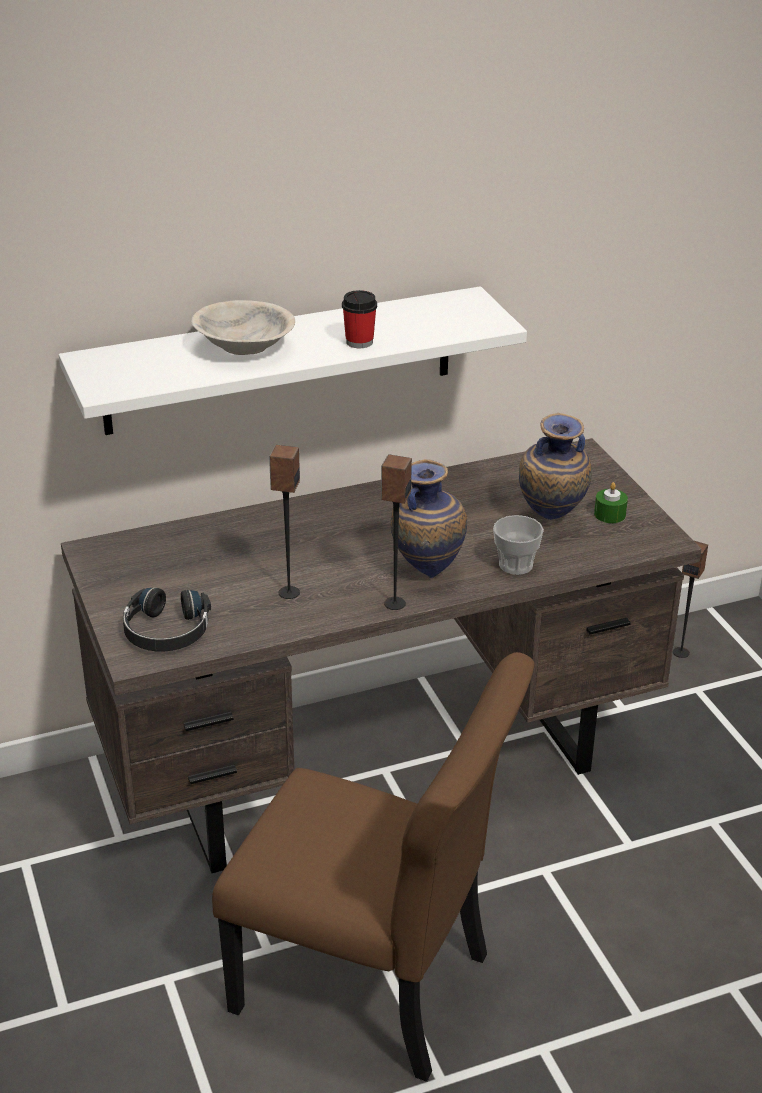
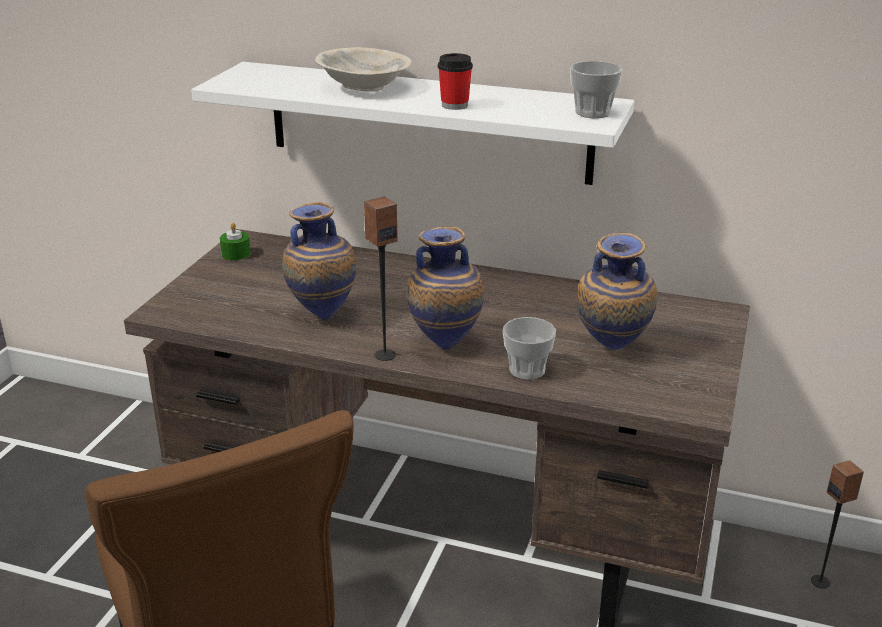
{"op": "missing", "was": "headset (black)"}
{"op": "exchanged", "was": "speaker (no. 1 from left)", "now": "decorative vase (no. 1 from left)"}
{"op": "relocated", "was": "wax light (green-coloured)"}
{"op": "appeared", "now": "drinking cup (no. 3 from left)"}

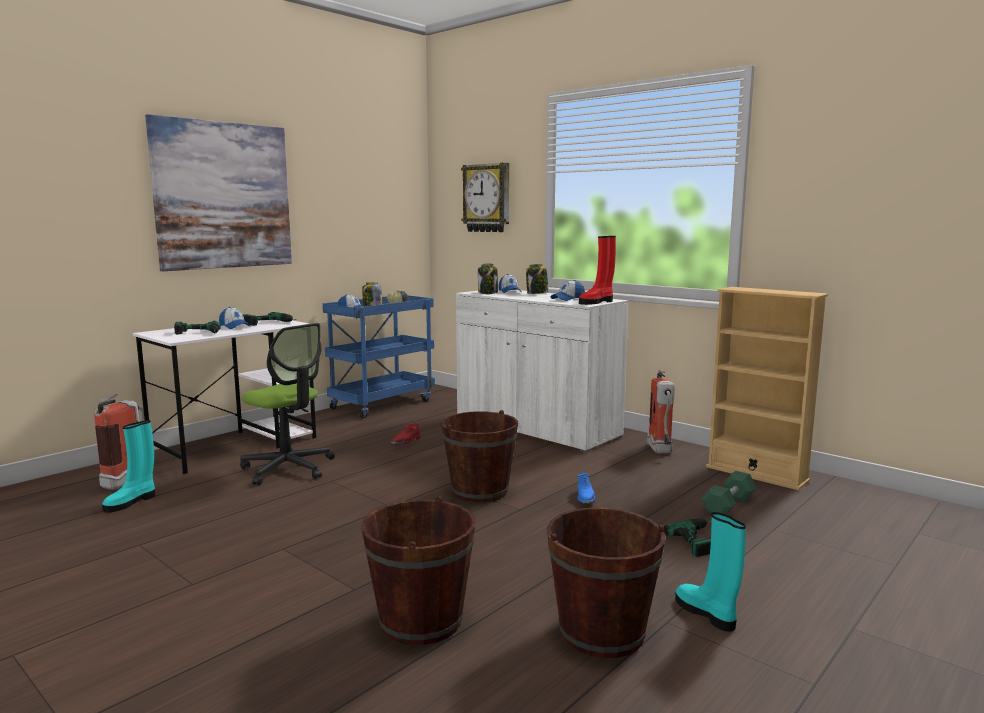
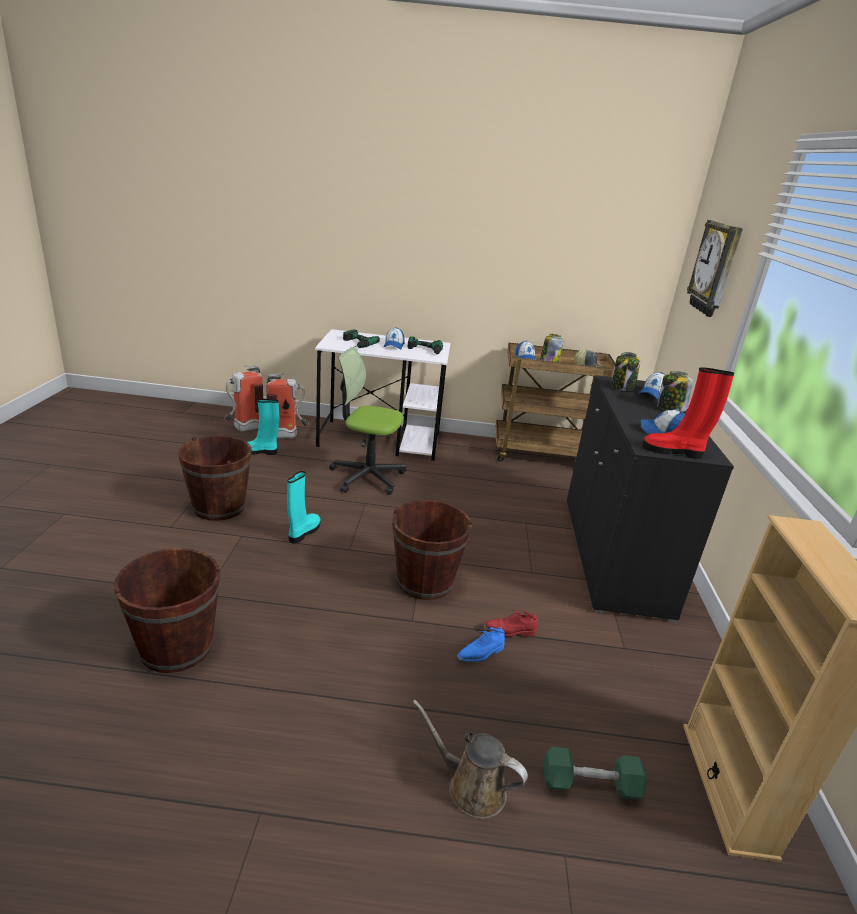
{"op": "missing", "was": "wall art"}
{"op": "spun", "was": "desk chair", "clockwise": 105}
{"op": "colour", "was": "cart (bluish)", "now": "cart (brown)"}
{"op": "relocated", "was": "low shoe (reddish)"}
{"op": "colour", "was": "cupboard (white)", "now": "cupboard (black)"}
{"op": "relocated", "was": "pail (brown) (no. 3 from left in the first image)", "now": "pail (brown) (no. 2 from left)"}
{"op": "relocated", "was": "fire extinguisher (no. 2 from left in the first image)", "now": "fire extinguisher (no. 1 from left)"}
{"op": "exchanged", "was": "electric drill (no. 3 from left)", "now": "watering can (brown)"}
{"op": "relocated", "was": "boot (blue-green) (no. 2 from left)"}

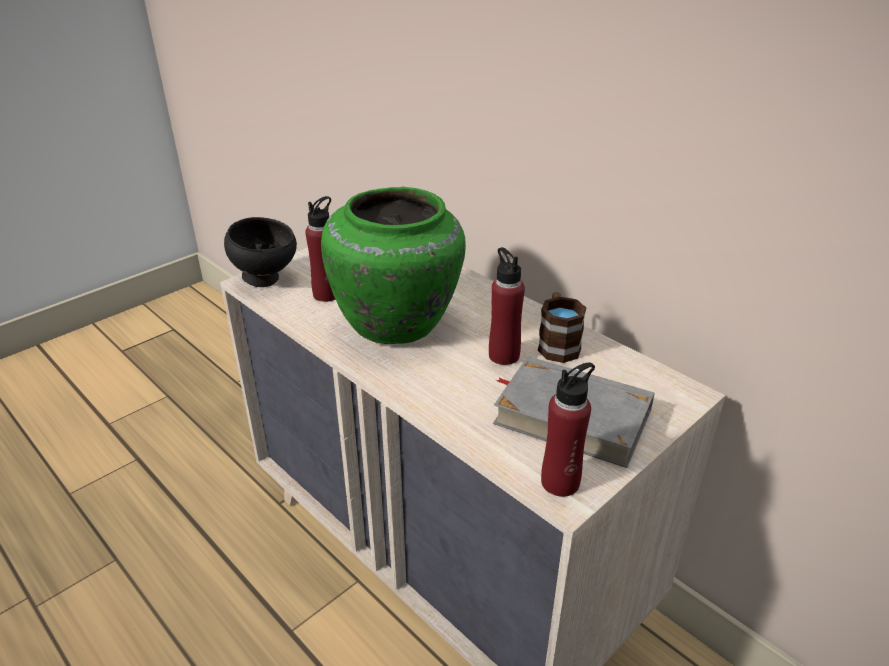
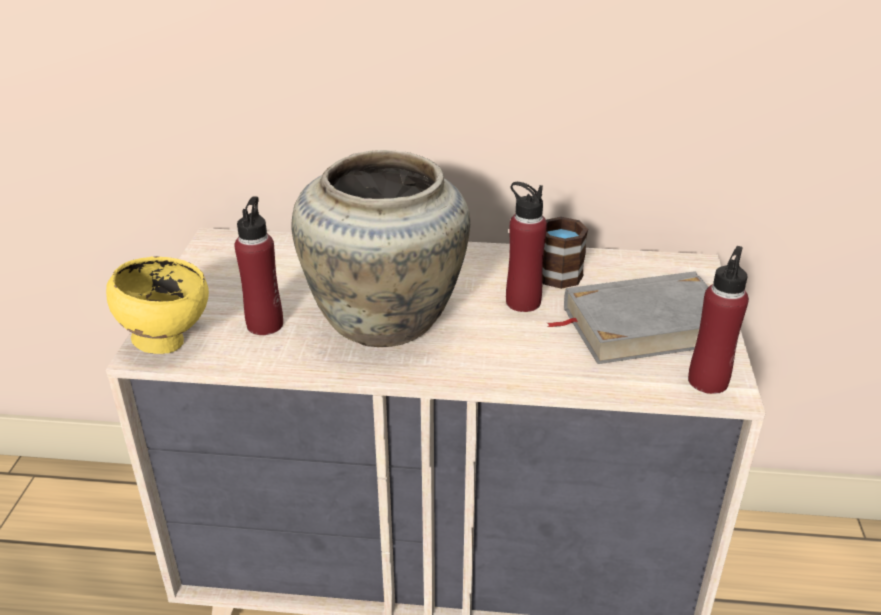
{"op": "colour", "was": "bowl (black)", "now": "bowl (yellowish)"}
{"op": "colour", "was": "decorative vase (green-coloured)", "now": "decorative vase (beige)"}

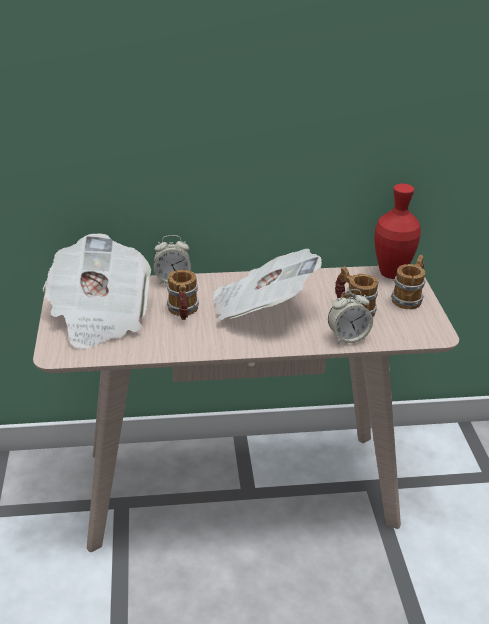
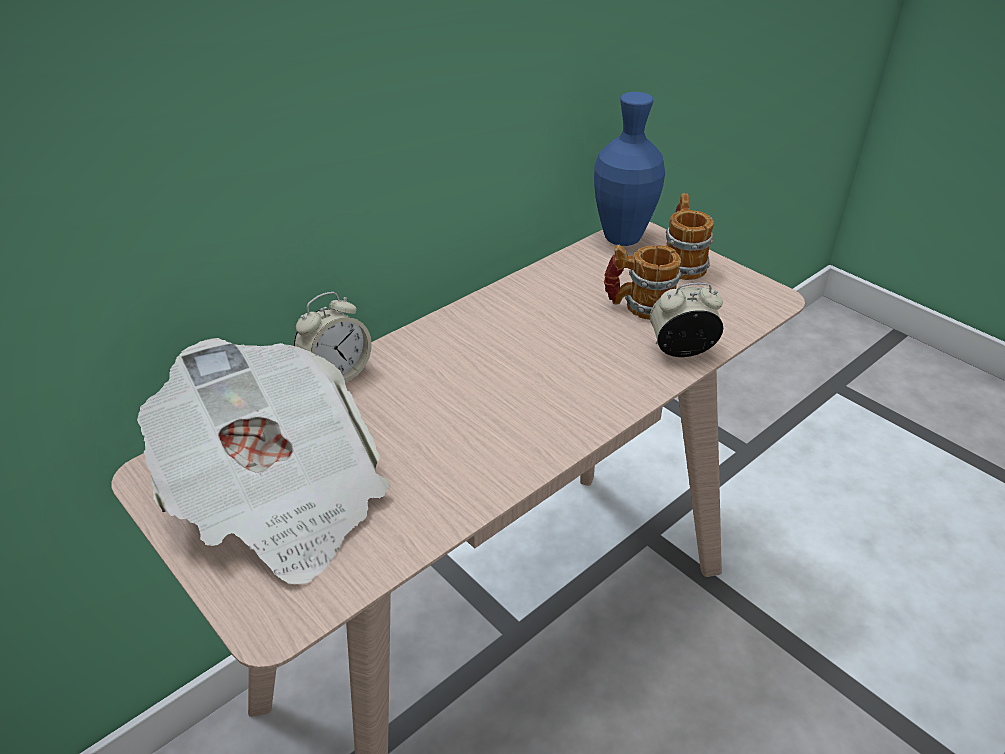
{"op": "missing", "was": "coffee mug (no. 1 from left)"}
{"op": "missing", "was": "printed paper (no. 2 from left)"}
{"op": "spun", "was": "table clock (no. 2 from left)", "clockwise": -135}
{"op": "colour", "was": "decorative vase (reddish)", "now": "decorative vase (bluish)"}

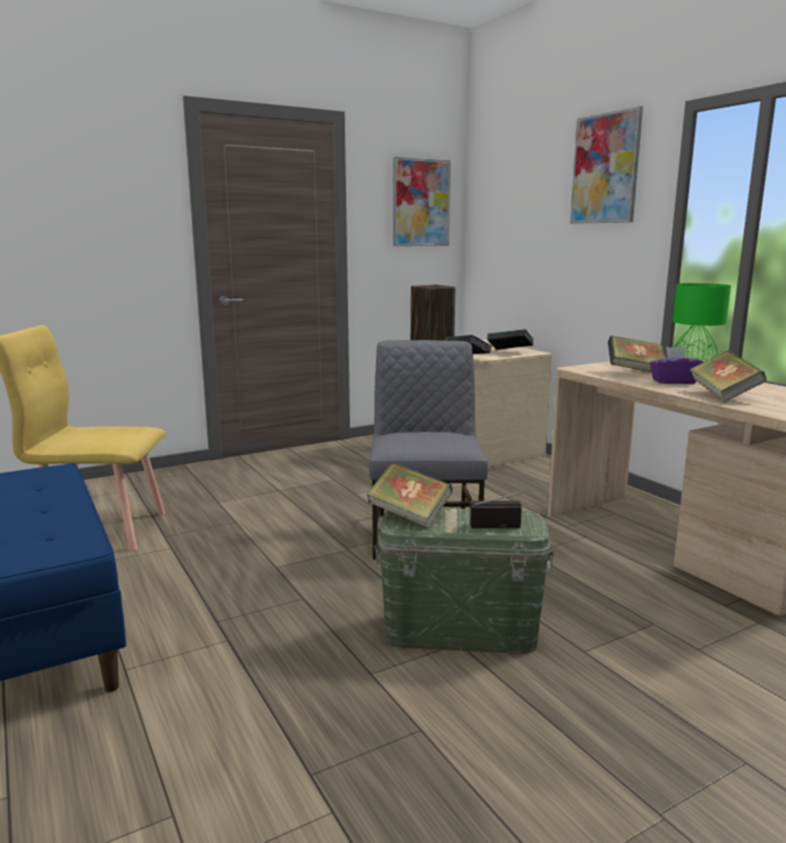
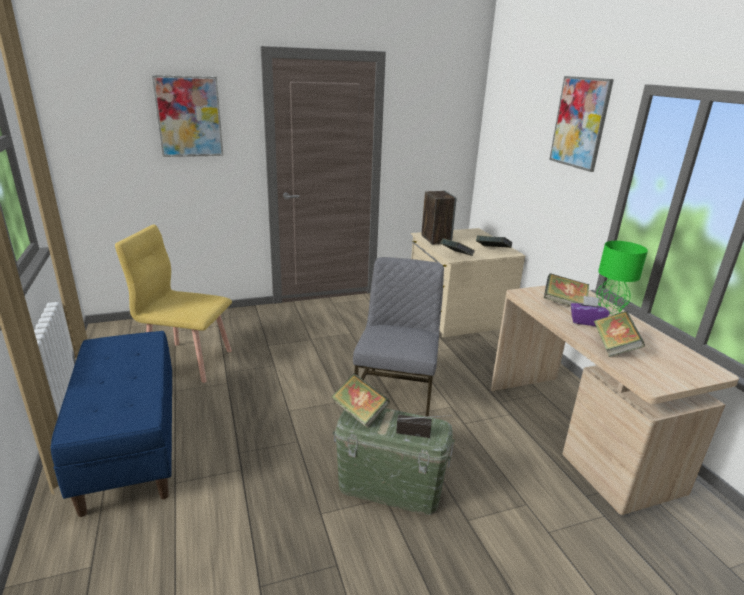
{"op": "relocated", "was": "wall art (no. 1 from left)"}

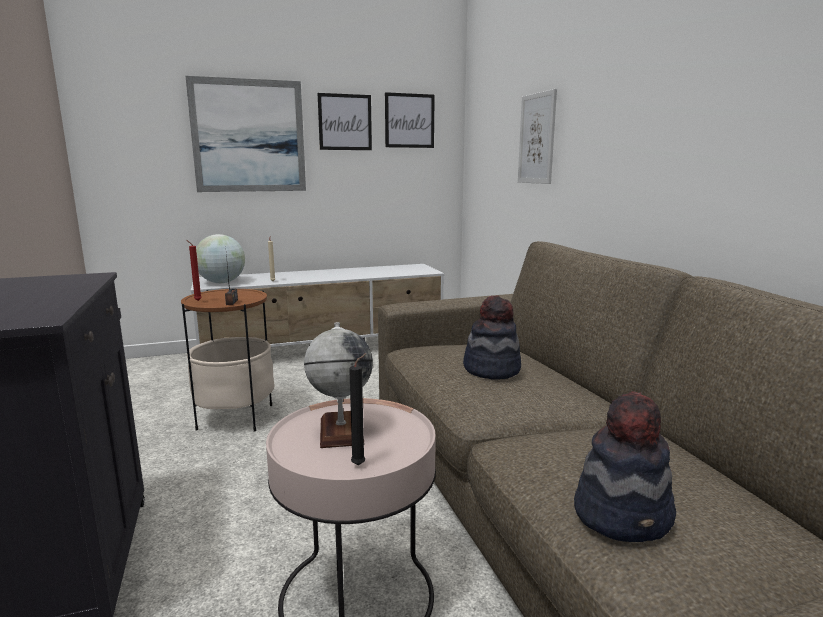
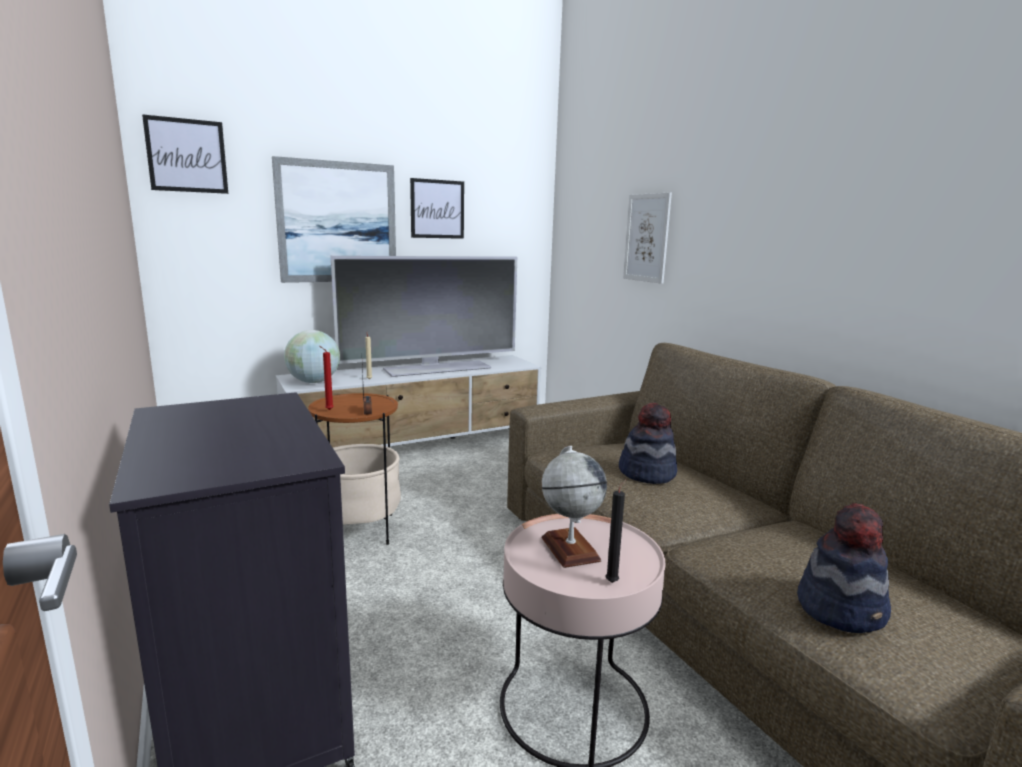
{"op": "relocated", "was": "wall art (no. 3 from left in the first image)", "now": "wall art (no. 1 from left)"}
{"op": "appeared", "now": "TV"}

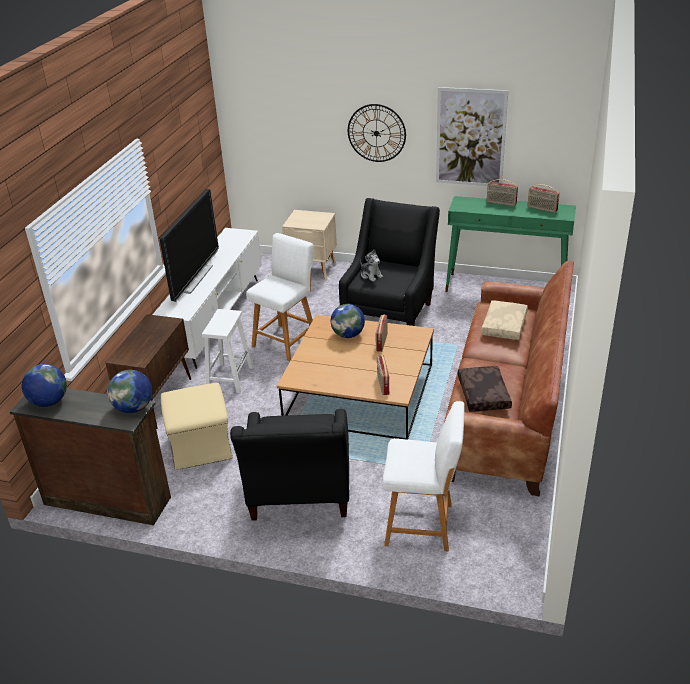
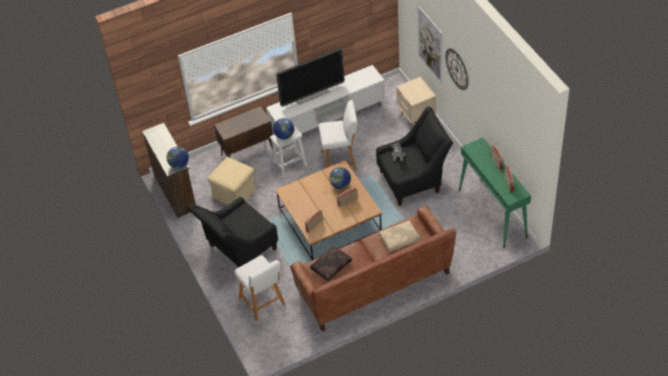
{"op": "relocated", "was": "globe (no. 1 from left in the first image)", "now": "globe (no. 2 from left)"}
{"op": "relocated", "was": "wall art"}

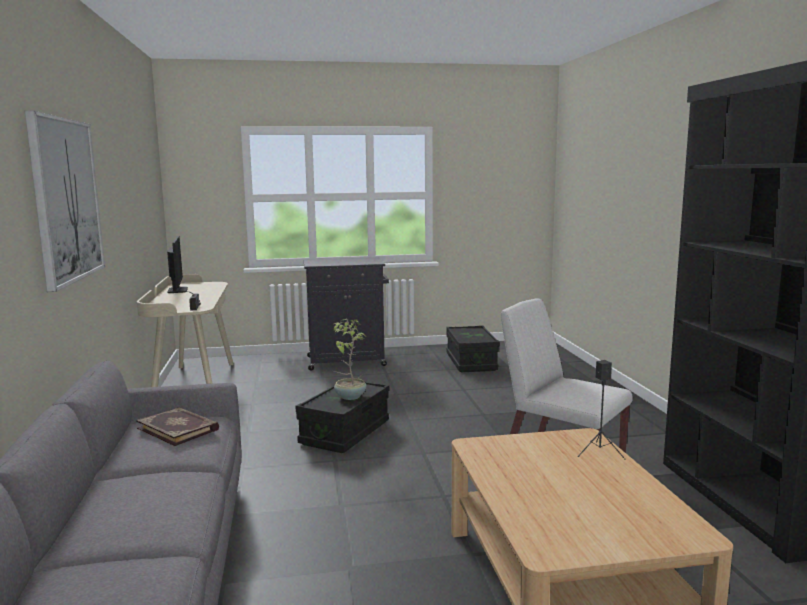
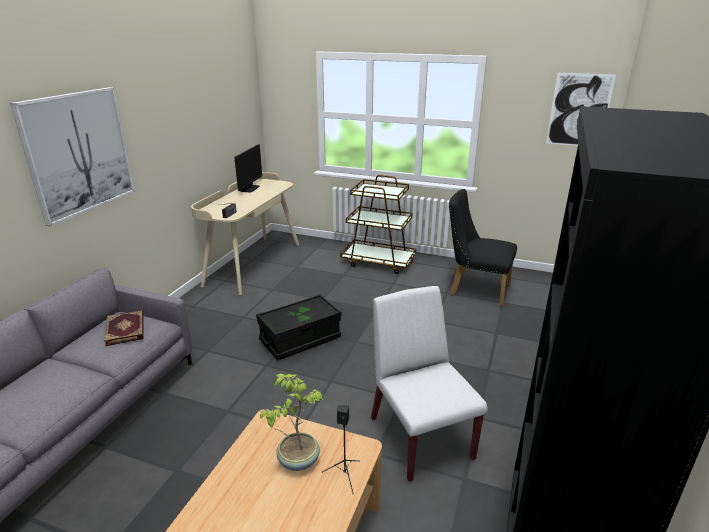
{"op": "exchanged", "was": "cupboard (black)", "now": "cart (brown)"}
{"op": "relocated", "was": "potted plant"}
{"op": "exchanged", "was": "storage box (black) (no. 2 from left)", "now": "upright chair (black)"}
{"op": "appeared", "now": "wall art (no. 2 from left)"}

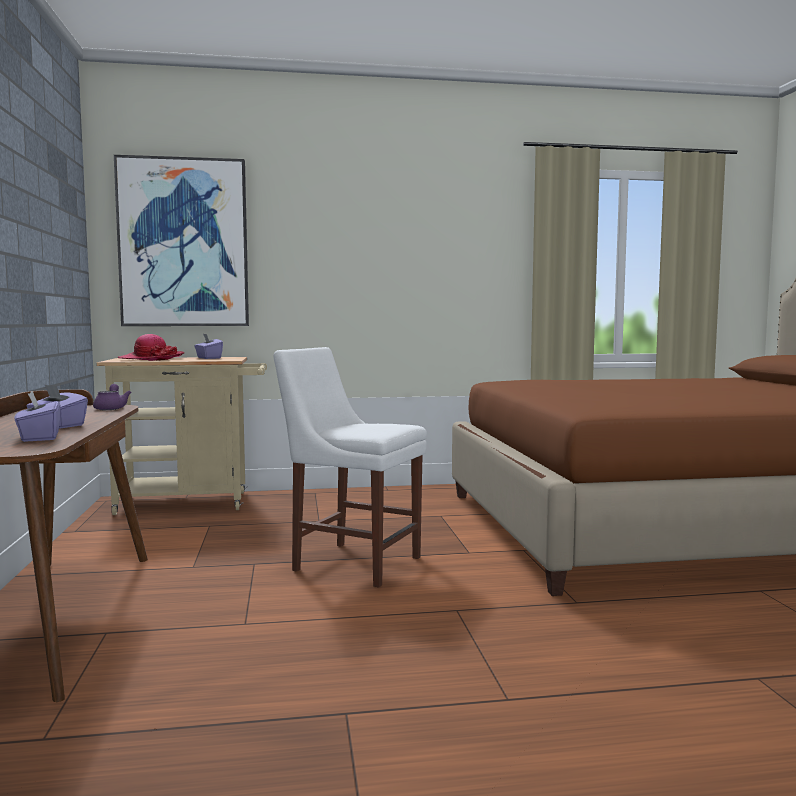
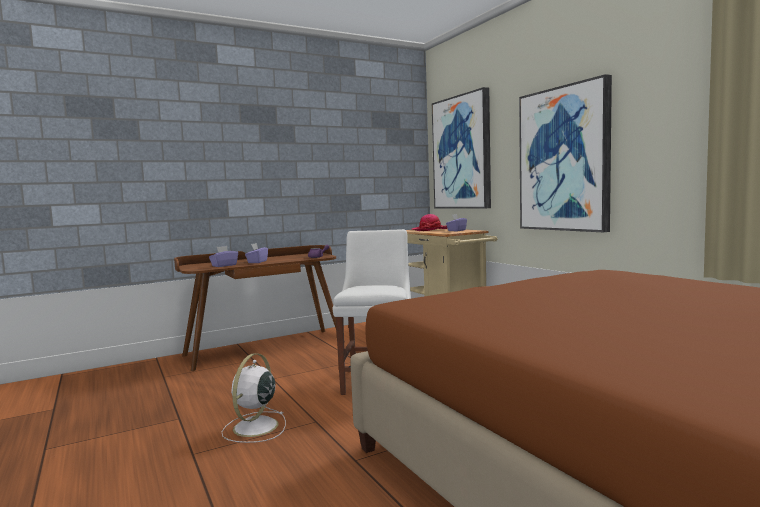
{"op": "appeared", "now": "fan (white)"}
{"op": "appeared", "now": "wall art (no. 2 from left)"}

